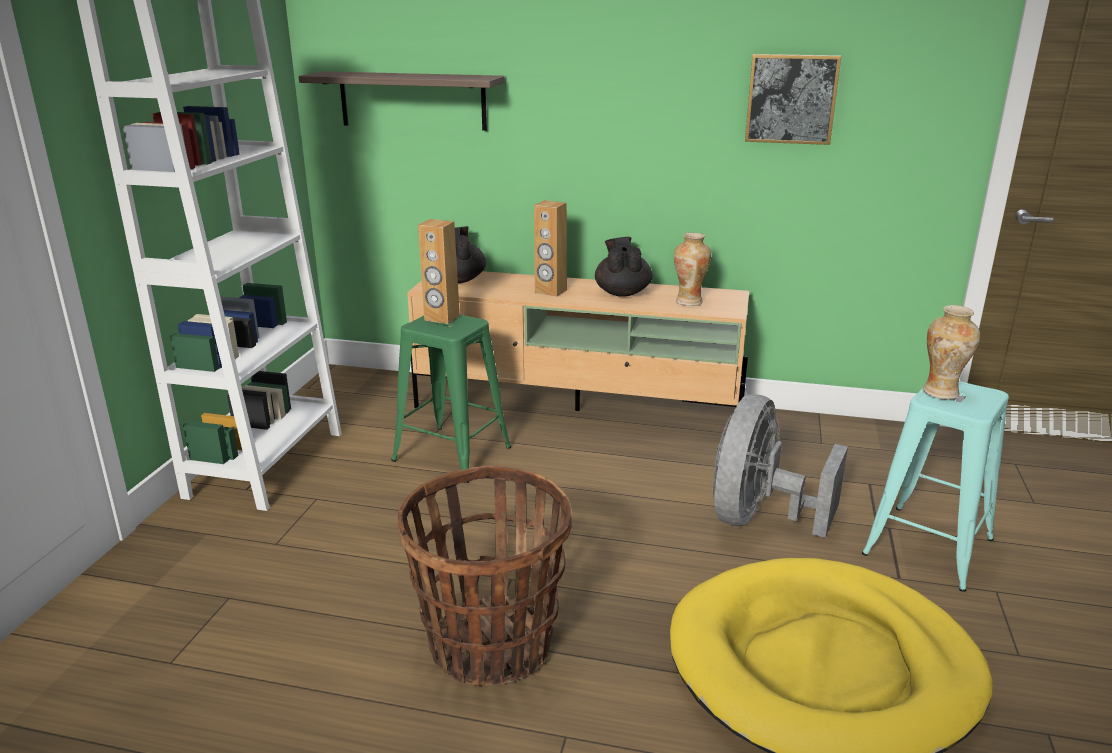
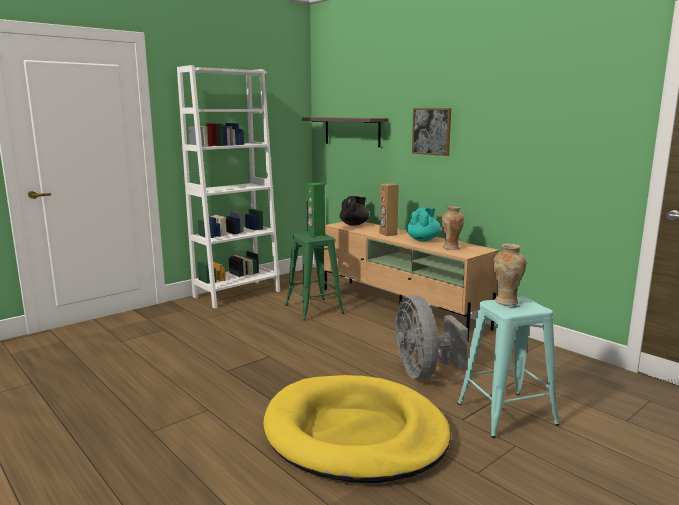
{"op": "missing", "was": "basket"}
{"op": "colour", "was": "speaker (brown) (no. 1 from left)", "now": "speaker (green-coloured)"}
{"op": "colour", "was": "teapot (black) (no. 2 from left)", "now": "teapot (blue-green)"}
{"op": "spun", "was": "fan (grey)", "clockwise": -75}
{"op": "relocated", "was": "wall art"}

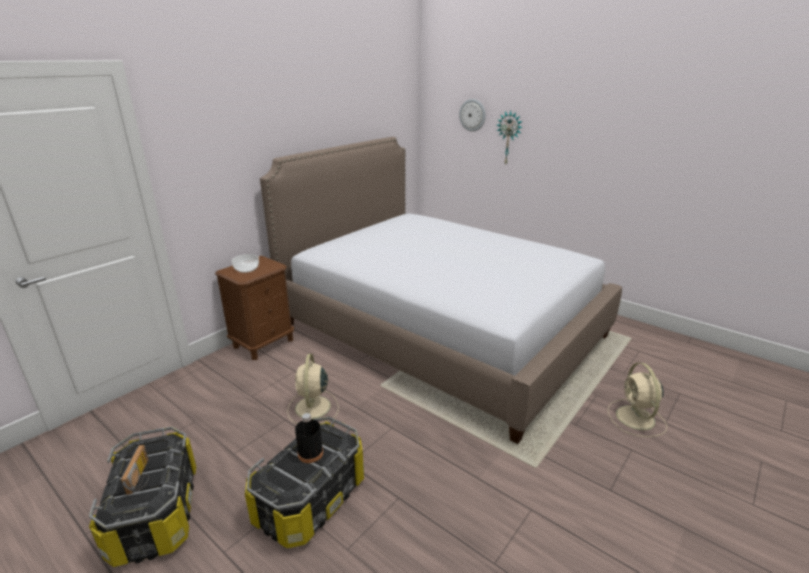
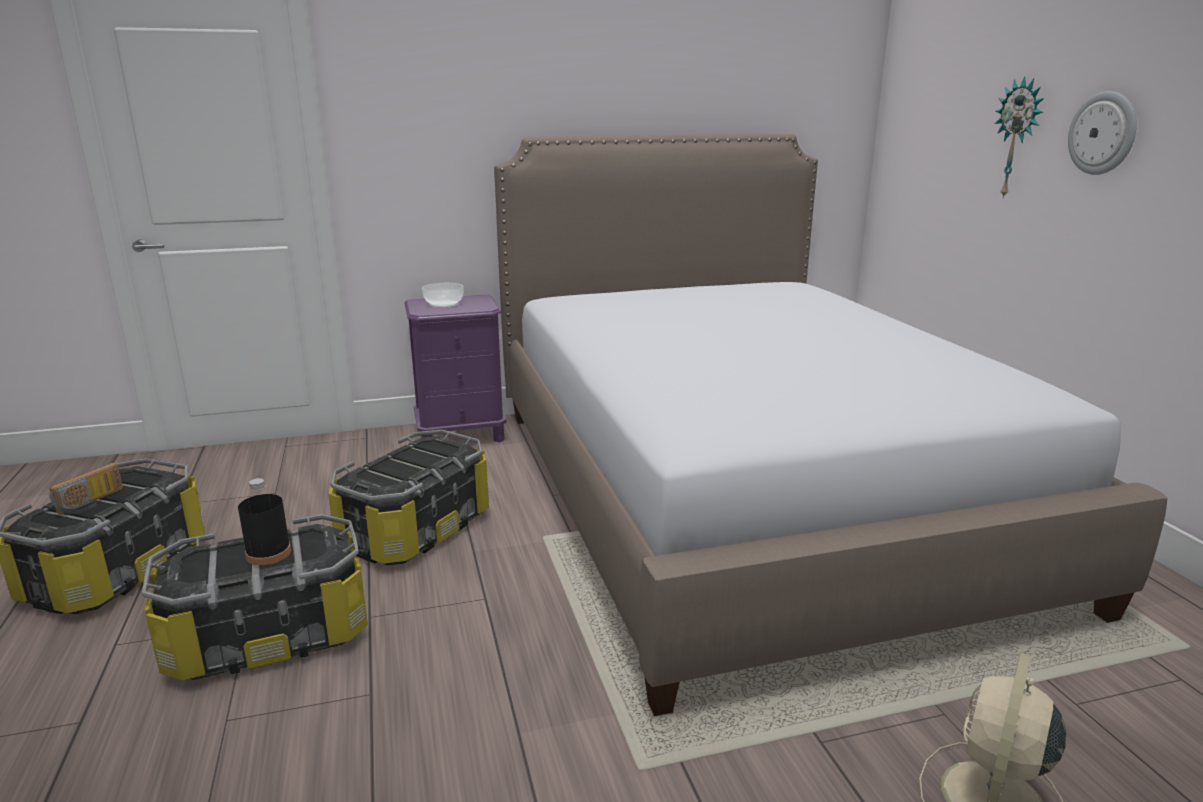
{"op": "colour", "was": "bedside table (brown)", "now": "bedside table (purplish)"}
{"op": "exchanged", "was": "fan (beige) (no. 1 from left)", "now": "storage box (no. 3 from left)"}
{"op": "relocated", "was": "hanging clock (no. 1 from left in the first image)", "now": "hanging clock (no. 2 from left)"}

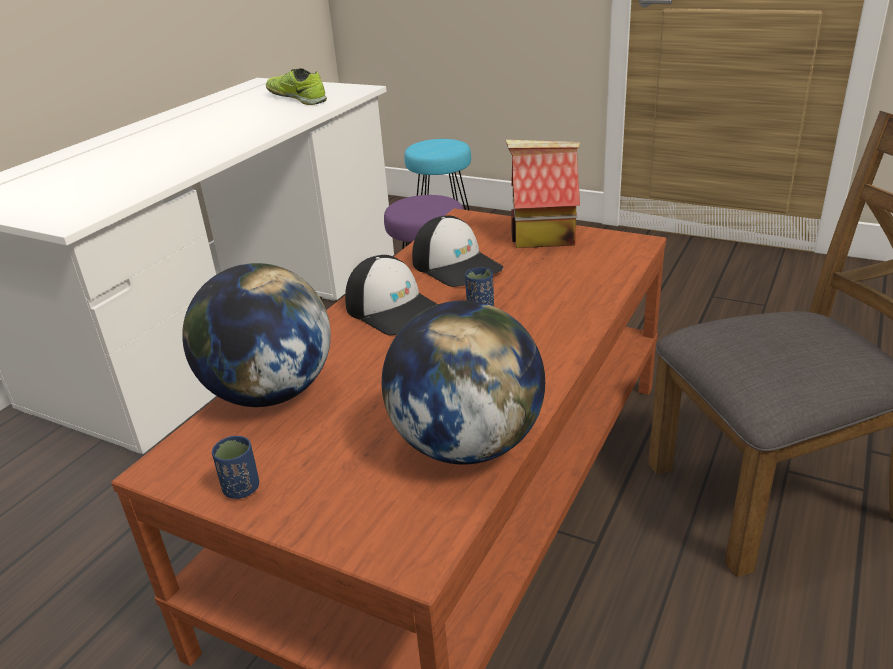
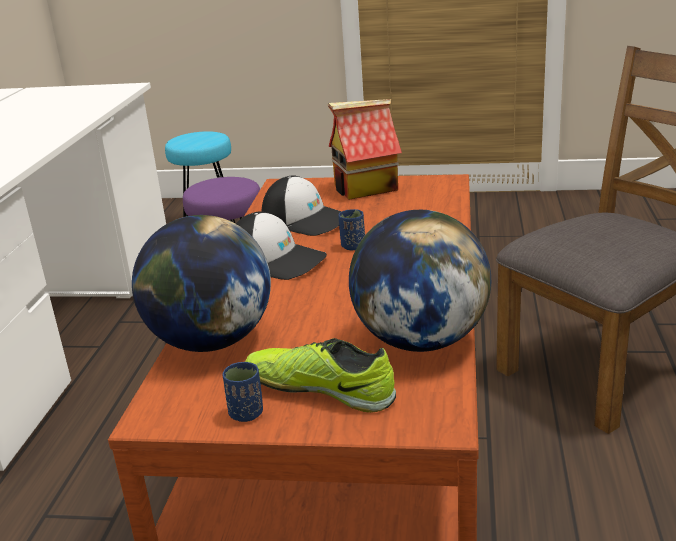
{"op": "relocated", "was": "low shoe"}

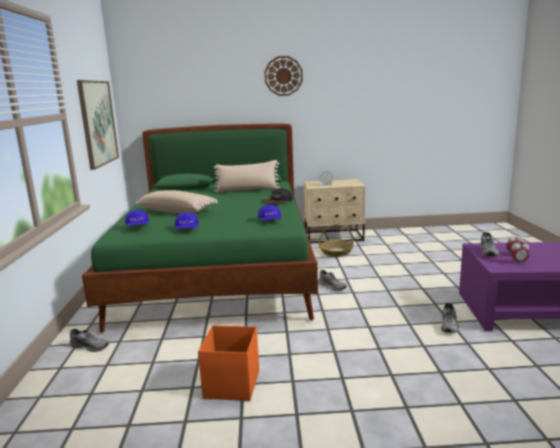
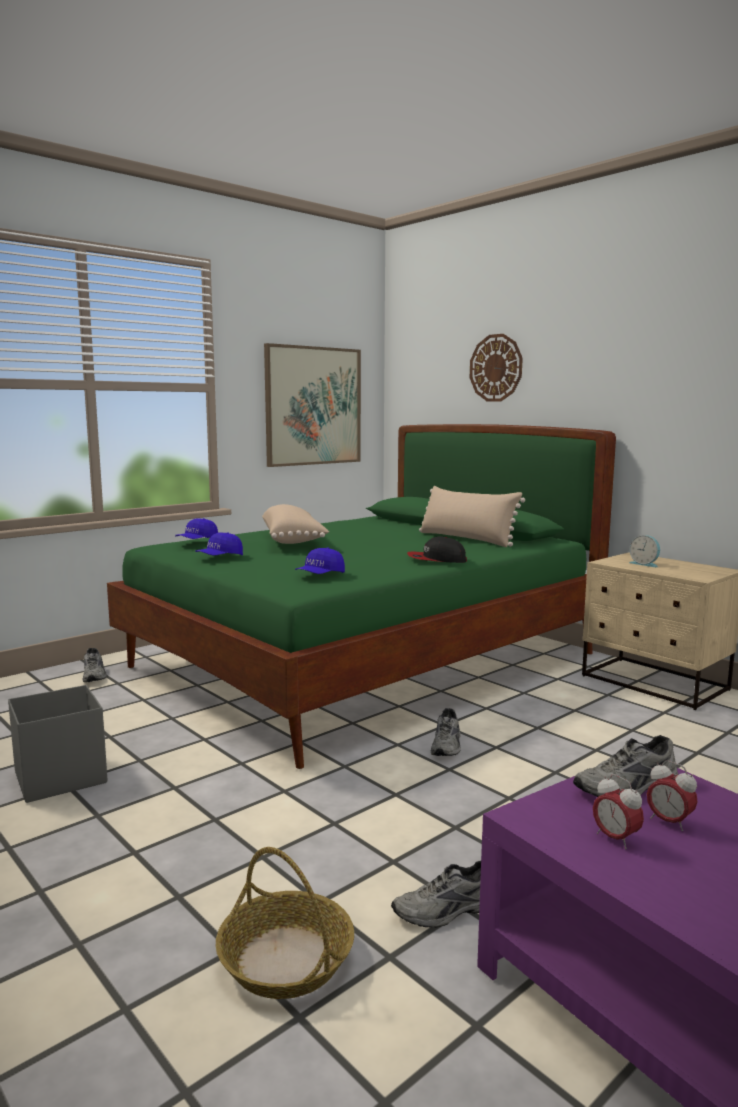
{"op": "colour", "was": "storage box (orange)", "now": "storage box (grey)"}
{"op": "relocated", "was": "hanging clock"}
{"op": "relocated", "was": "basket"}

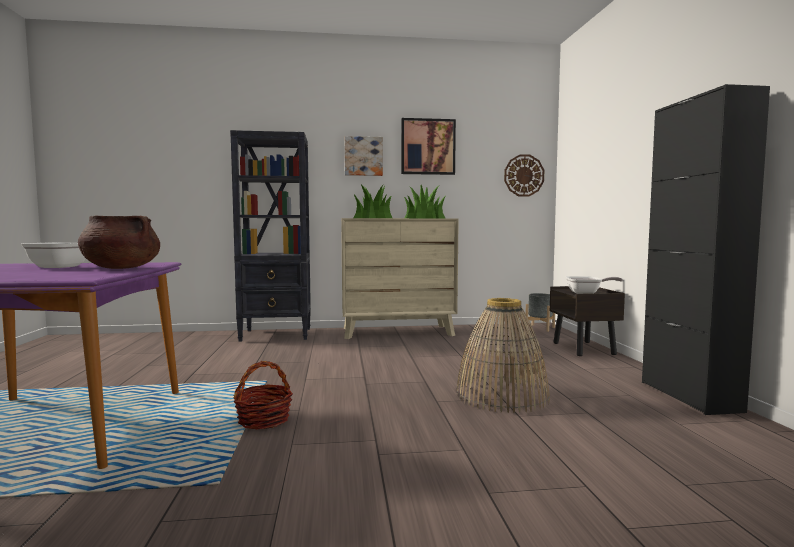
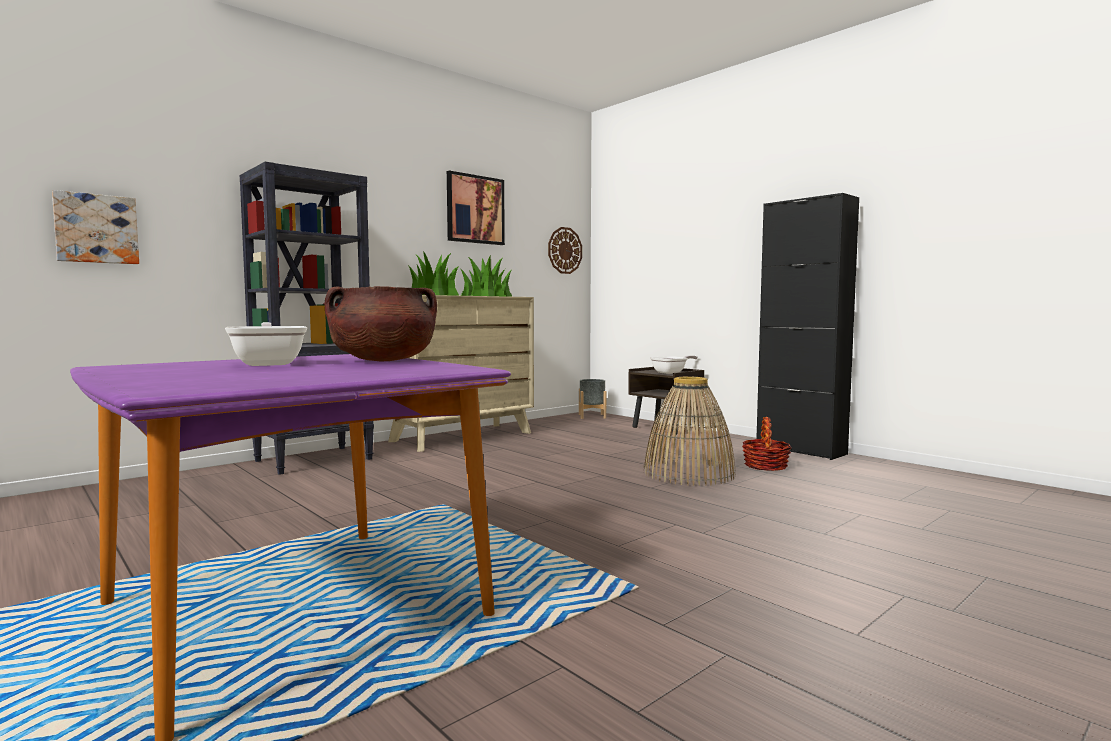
{"op": "relocated", "was": "basket (no. 1 from left in the first image)", "now": "basket (no. 2 from left)"}
{"op": "relocated", "was": "wall art (no. 1 from left)"}

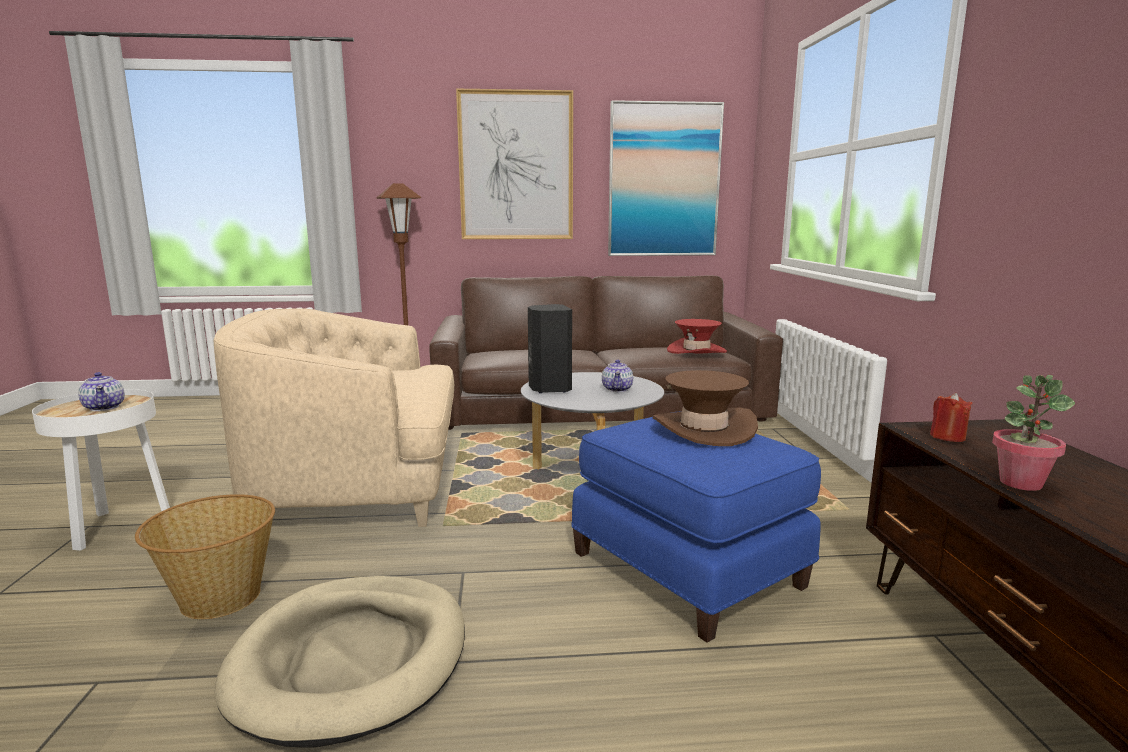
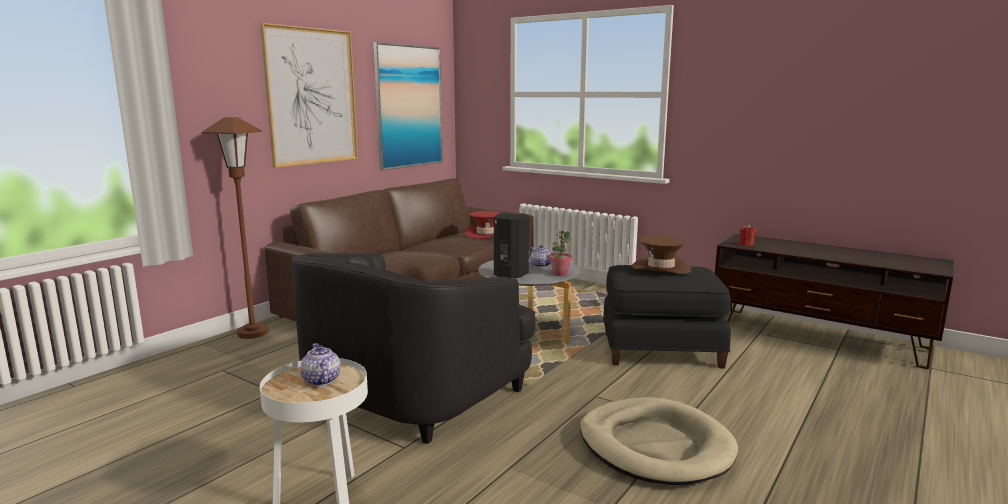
{"op": "spun", "was": "teapot (no. 1 from left)", "clockwise": -120}
{"op": "missing", "was": "basket"}
{"op": "colour", "was": "easy chair (beige)", "now": "easy chair (black)"}
{"op": "colour", "was": "ottoman (bluish)", "now": "ottoman (black)"}
{"op": "relocated", "was": "potted plant"}

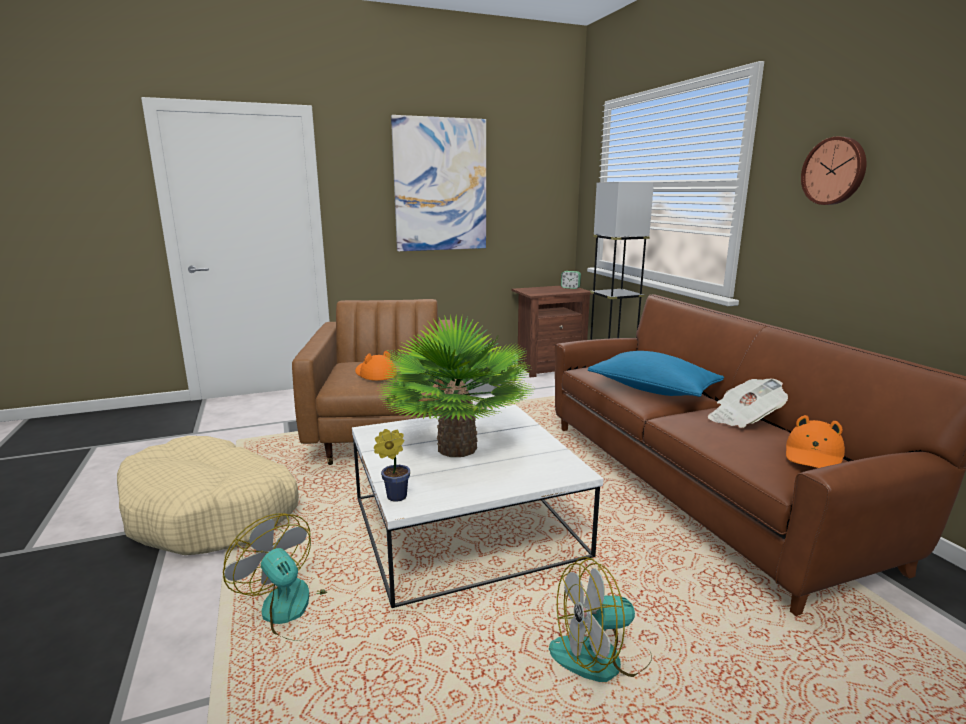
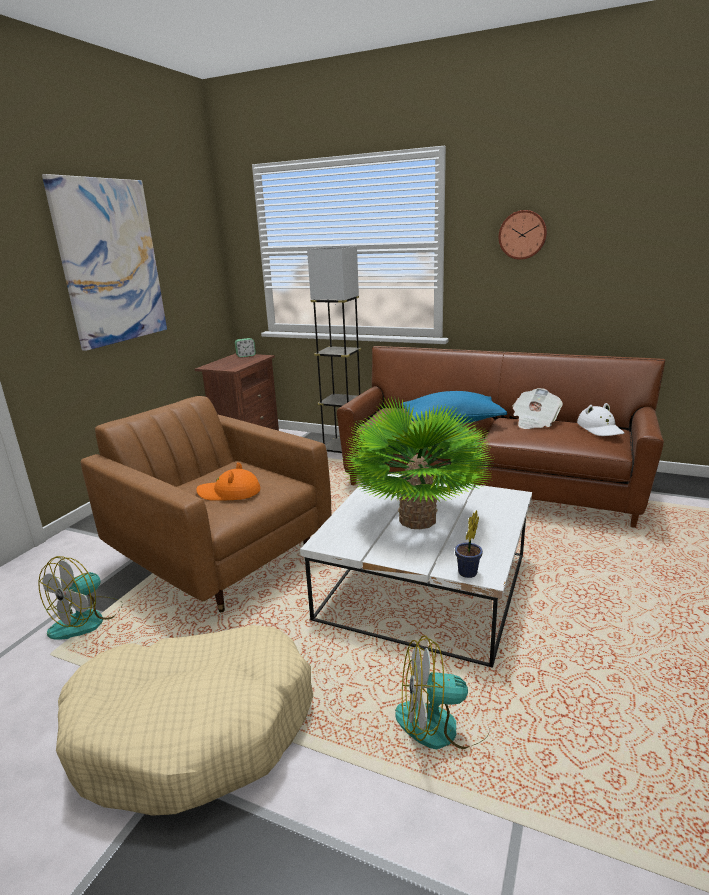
{"op": "relocated", "was": "fan (no. 2 from left in the first image)", "now": "fan (no. 1 from left)"}
{"op": "colour", "was": "hat (orange) (no. 2 from left)", "now": "hat (white)"}

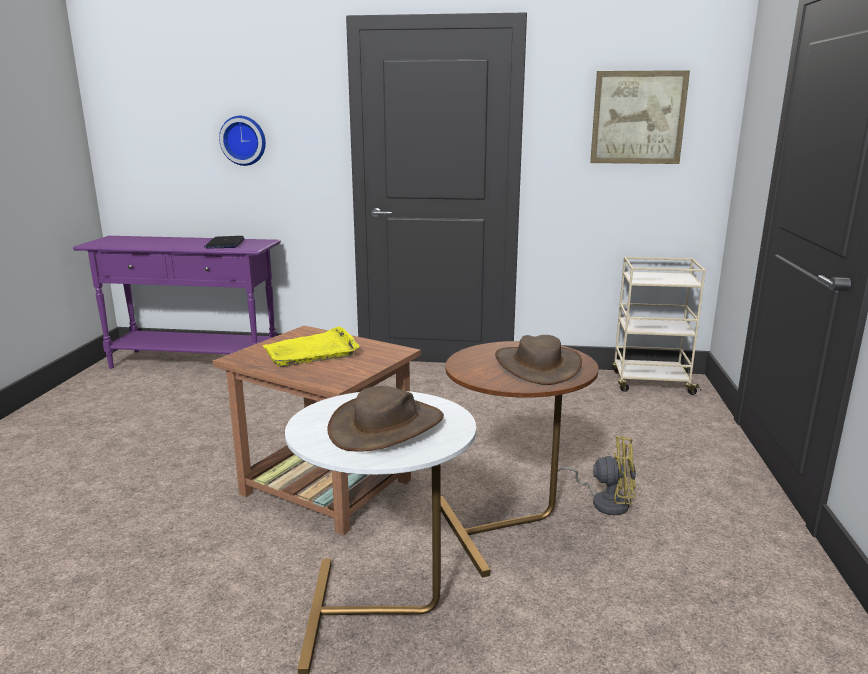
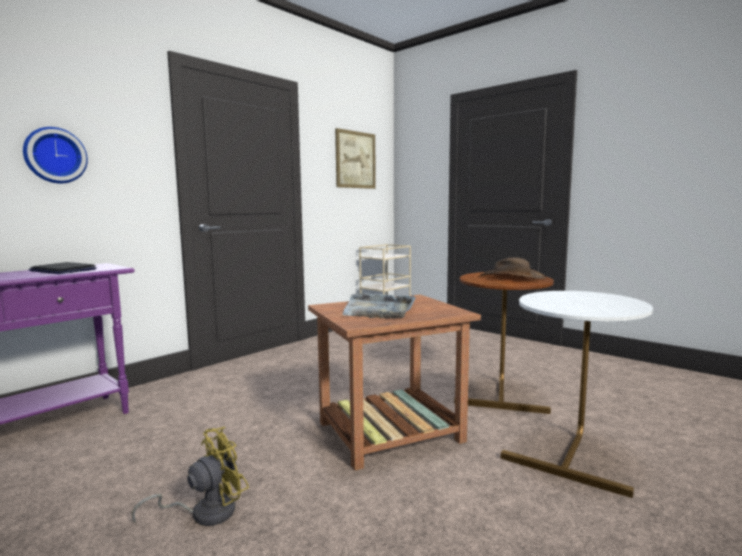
{"op": "colour", "was": "serving tray (yellowish)", "now": "serving tray (grey)"}
{"op": "missing", "was": "hat (brown) (no. 1 from left)"}
{"op": "relocated", "was": "fan (yellowish)"}

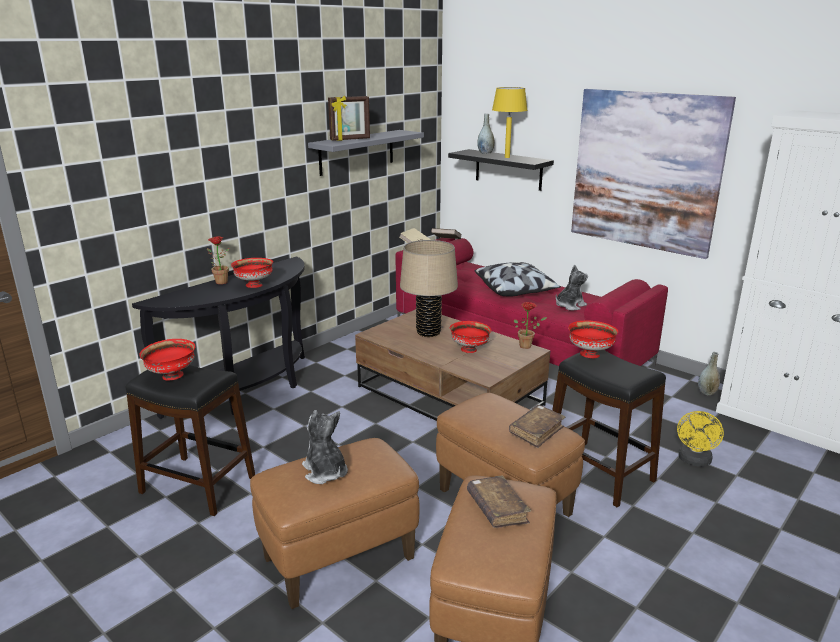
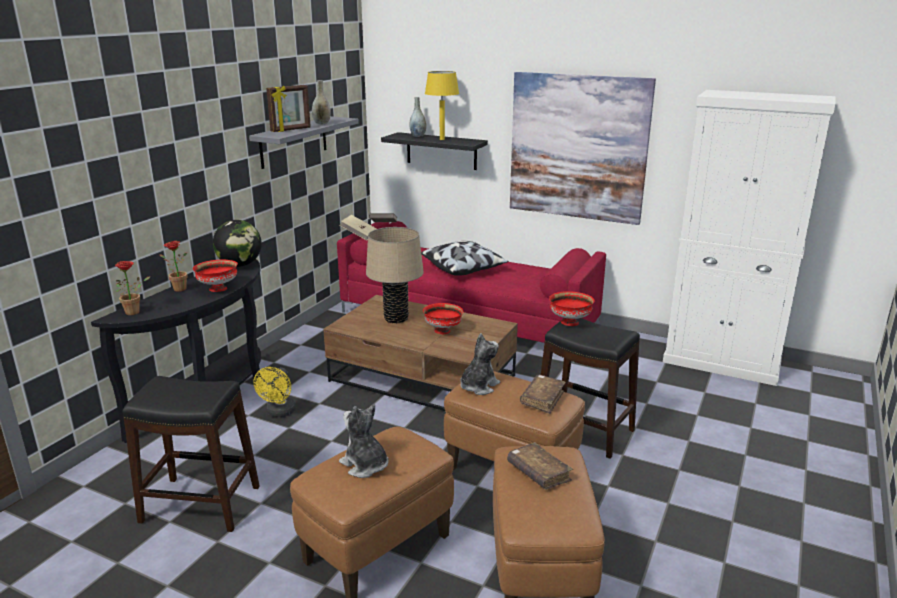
{"op": "missing", "was": "bowl (reddish) (no. 1 from left)"}
{"op": "relocated", "was": "potted plant (no. 2 from left in the first image)", "now": "potted plant (no. 1 from left)"}
{"op": "relocated", "was": "cuddly toy (no. 2 from left)"}
{"op": "relocated", "was": "fan (yellowish)"}
{"op": "relocated", "was": "decorative vase (grey) (no. 2 from left in the first image)", "now": "decorative vase (grey) (no. 1 from left)"}
{"op": "appeared", "now": "globe"}

